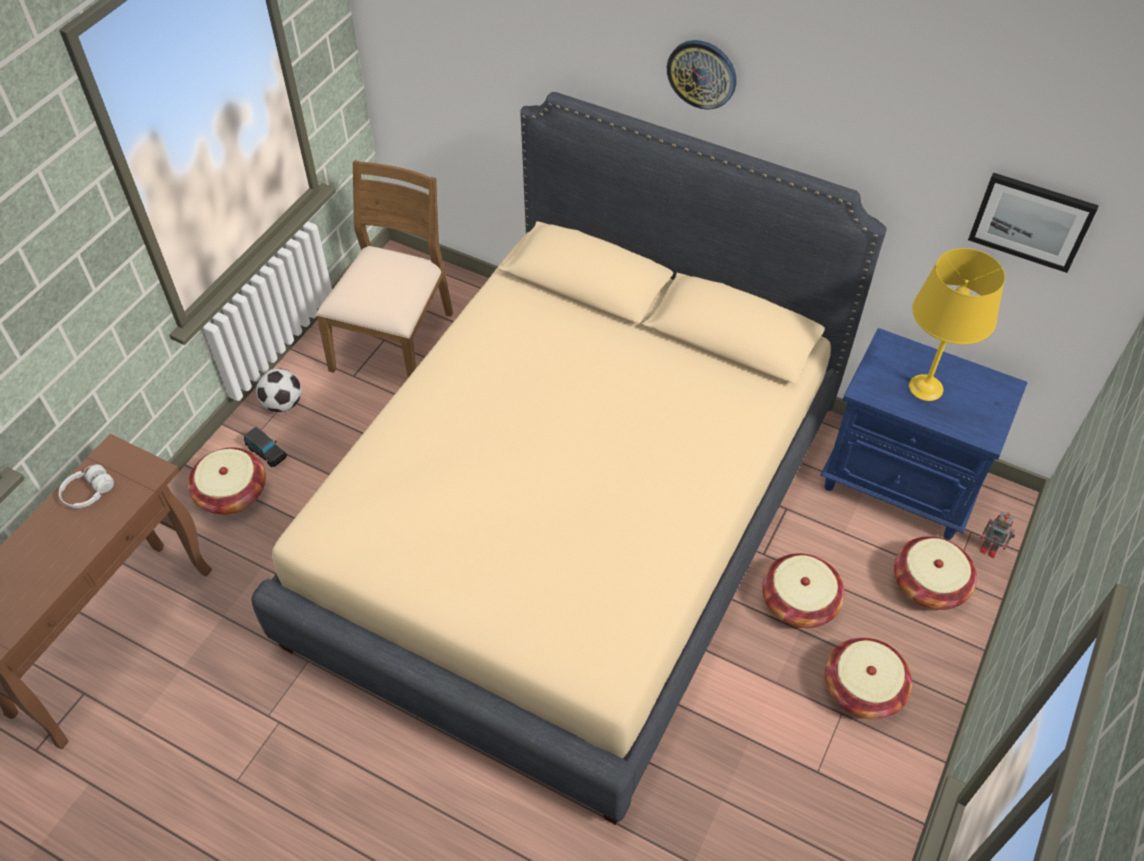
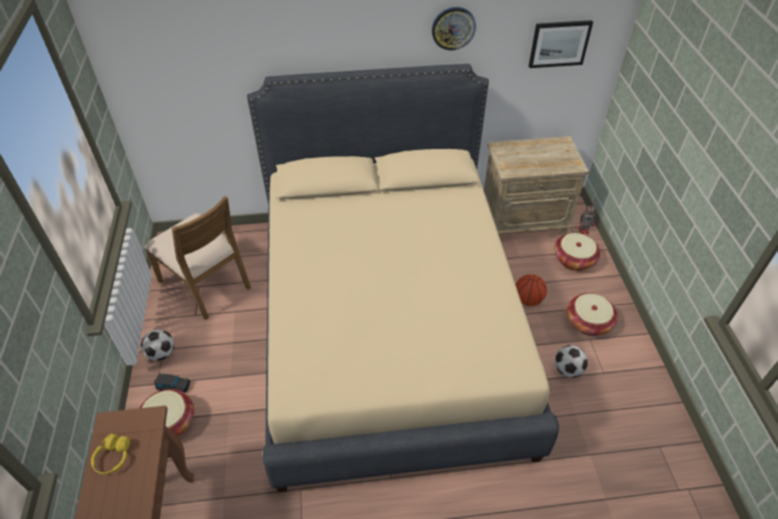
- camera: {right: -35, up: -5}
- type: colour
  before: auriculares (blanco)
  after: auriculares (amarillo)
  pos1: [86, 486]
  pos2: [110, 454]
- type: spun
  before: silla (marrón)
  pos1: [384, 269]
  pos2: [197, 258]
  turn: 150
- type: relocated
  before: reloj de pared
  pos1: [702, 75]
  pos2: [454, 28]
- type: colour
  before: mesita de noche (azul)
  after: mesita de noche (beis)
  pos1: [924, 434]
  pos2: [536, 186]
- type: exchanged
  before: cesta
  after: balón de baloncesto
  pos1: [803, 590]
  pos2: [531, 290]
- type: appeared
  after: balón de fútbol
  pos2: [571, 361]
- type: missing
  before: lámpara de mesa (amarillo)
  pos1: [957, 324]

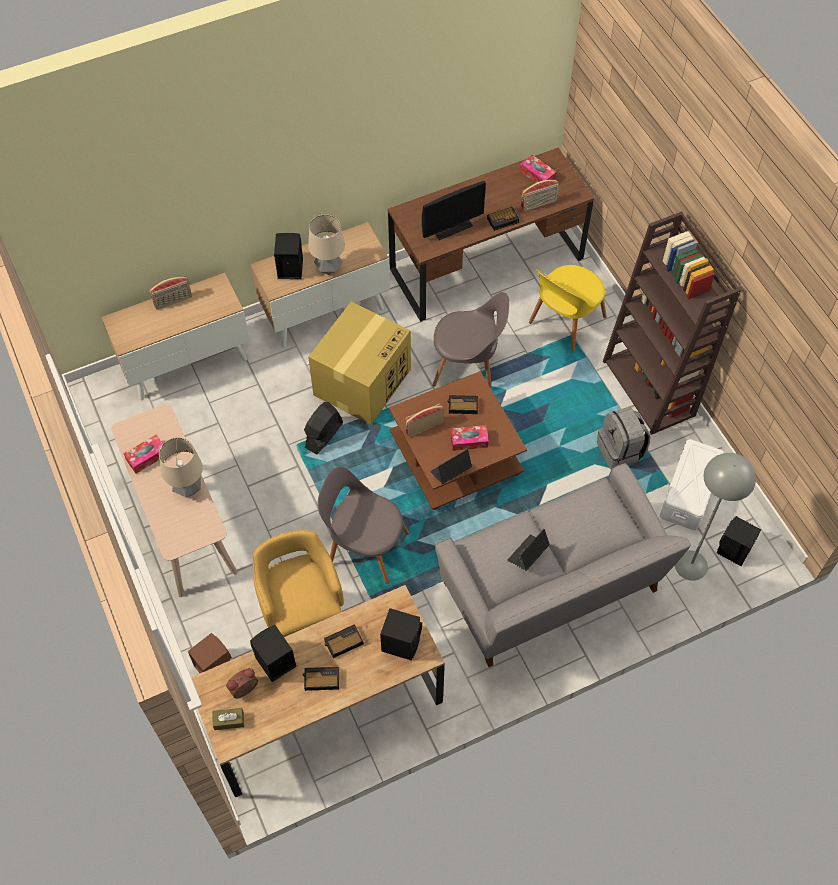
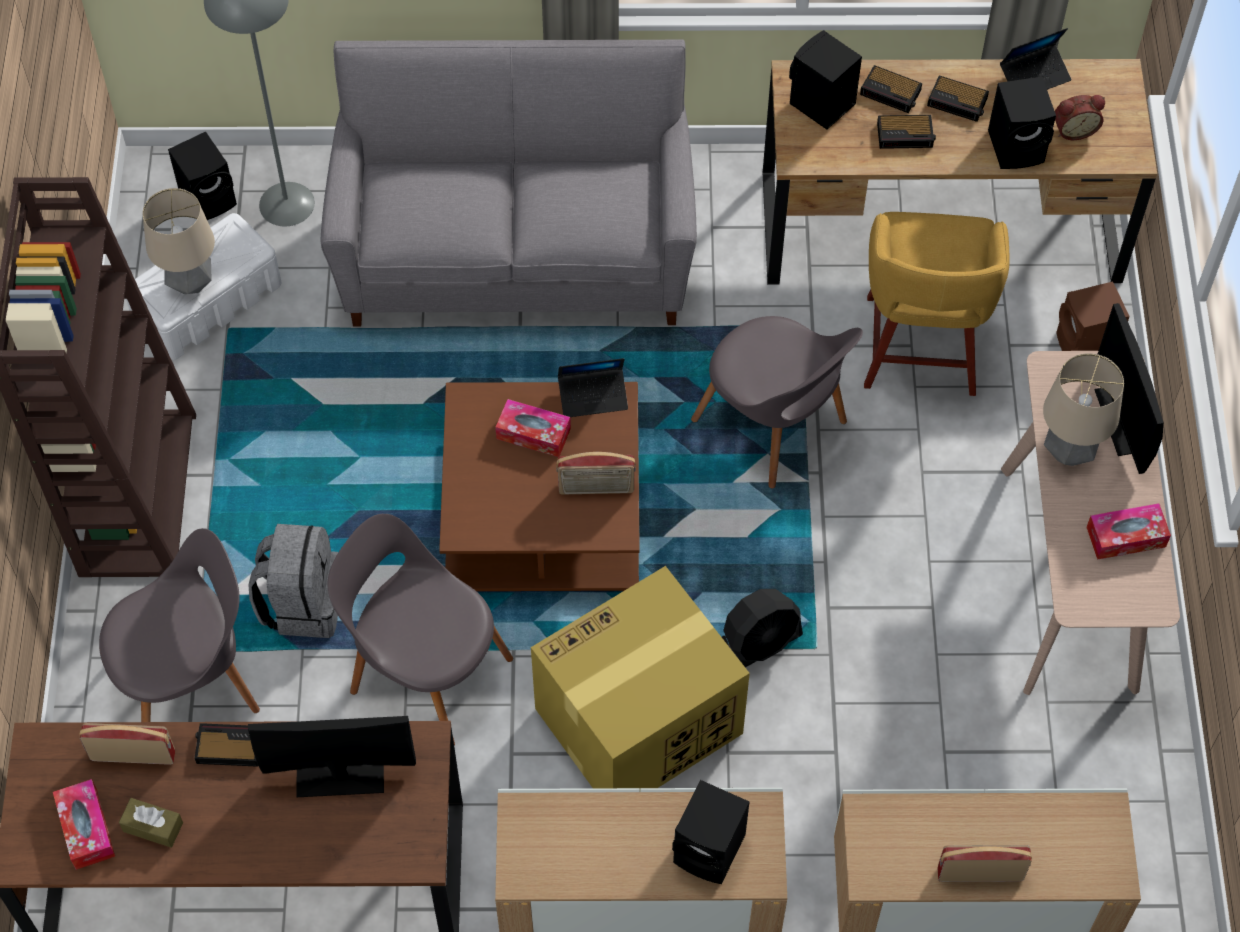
- camera: {right: -155, up: 0}
- type: colour
  before: silla (amarillo)
  after: silla (gris)
  pos1: [568, 308]
  pos2: [179, 625]
- type: relocated
  before: caja de pañuelos (marrón)
  pos1: [228, 719]
  pos2: [151, 823]
- type: relocated
  before: lámpara de mesa
  pos1: [326, 244]
  pos2: [179, 241]
- type: relocated
  before: mochila (gris)
  pos1: [623, 438]
  pos2: [293, 581]
- type: relocated
  before: despertador
  pos1: [462, 404]
  pos2: [891, 89]
- type: relocated
  before: portátil
  pos1: [528, 550]
  pos2: [1036, 59]
- type: appeared
  after: monitor
  pos2: [1129, 388]

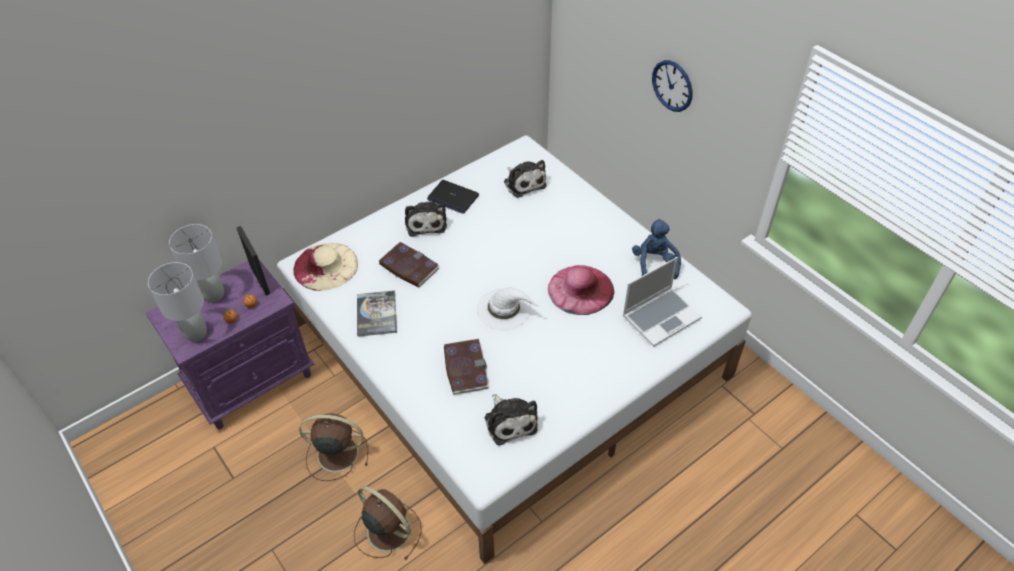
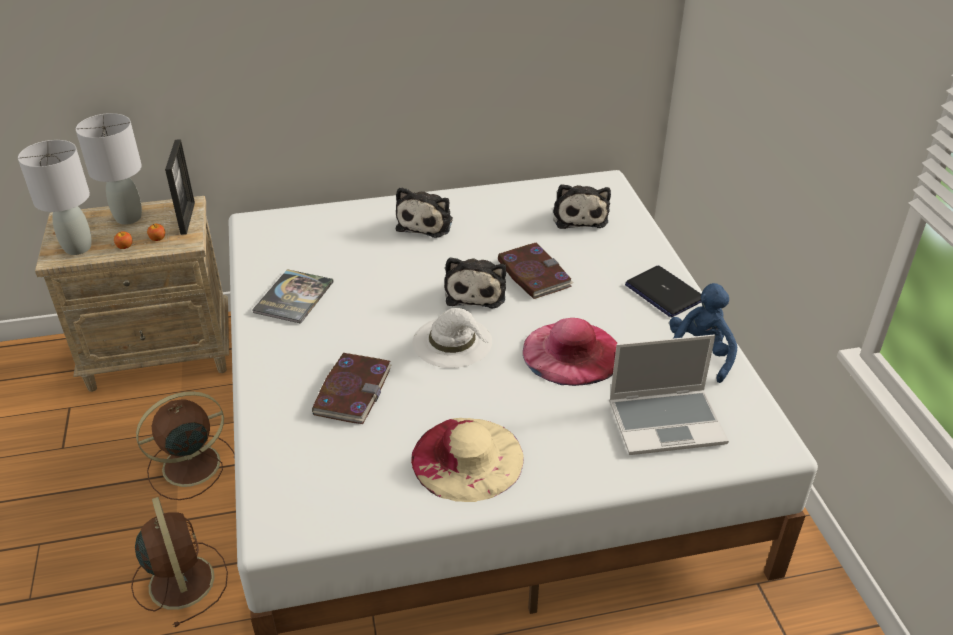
- camera: {right: 25, up: -10}
- type: colour
  before: mesita de noche (morado)
  after: mesita de noche (beis)
  pos1: [230, 344]
  pos2: [132, 294]
- type: spun
  before: ventilador (marrón)
  pos1: [333, 447]
  pos2: [185, 445]
  turn: -60
- type: relocated
  before: sombrero (beis)
  pos1: [325, 267]
  pos2: [467, 460]
- type: relocated
  before: peluche
  pos1: [511, 419]
  pos2: [475, 283]
- type: relocated
  before: libro
  pos1: [409, 264]
  pos2: [535, 271]
- type: relocated
  before: portátil
  pos1: [453, 197]
  pos2: [663, 291]
- type: missing
  before: reloj de pared
  pos1: [672, 86]

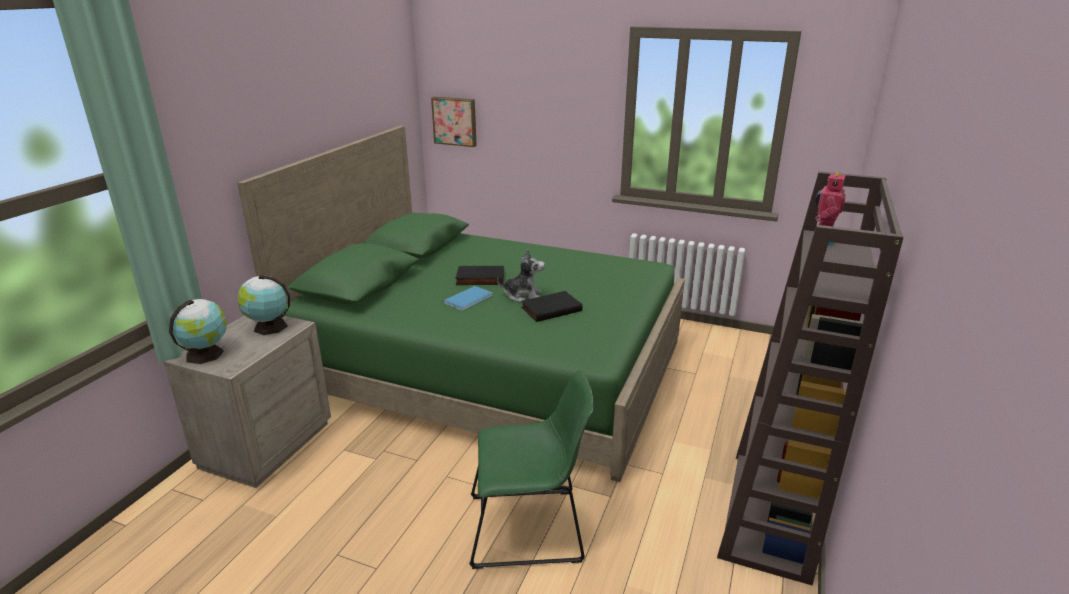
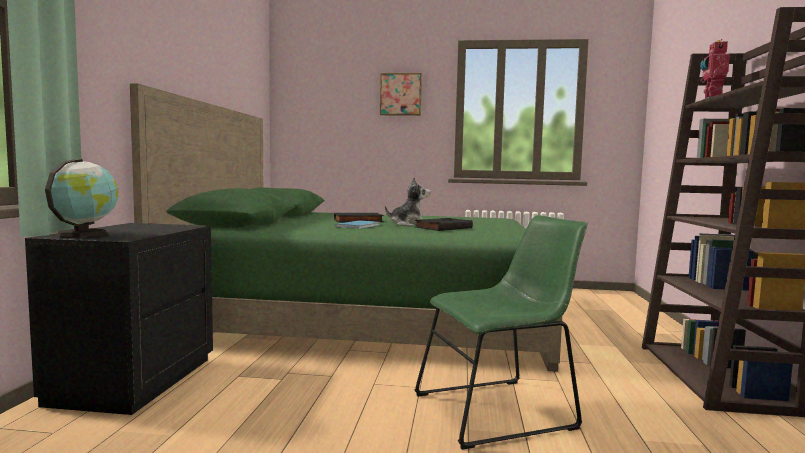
- camera: {right: -15, up: -20}
- type: colour
  before: mesita de noche (beis)
  after: mesita de noche (negro)
  pos1: [247, 401]
  pos2: [119, 319]
- type: relocated
  before: cuadro
  pos1: [454, 122]
  pos2: [401, 94]
- type: missing
  before: globo terráqueo
  pos1: [264, 305]

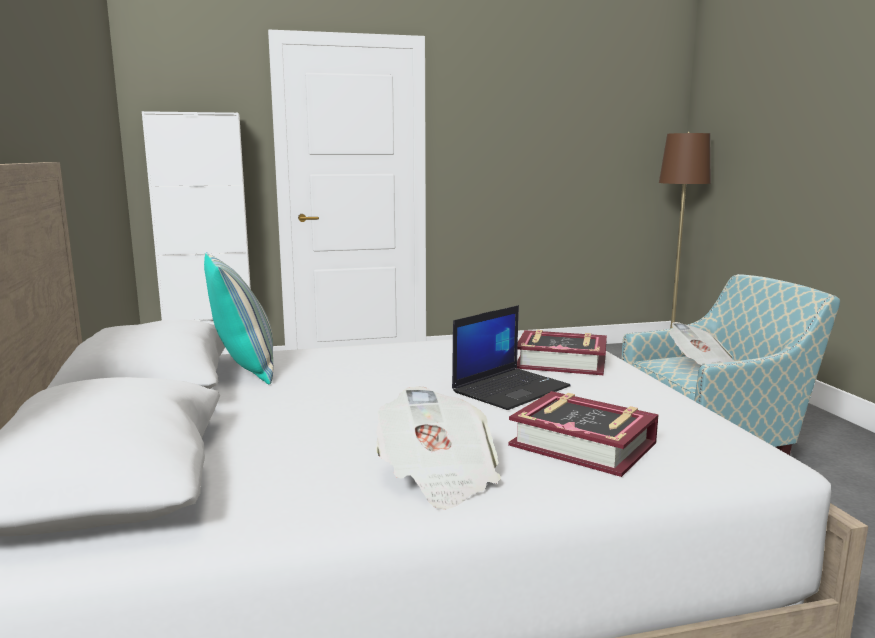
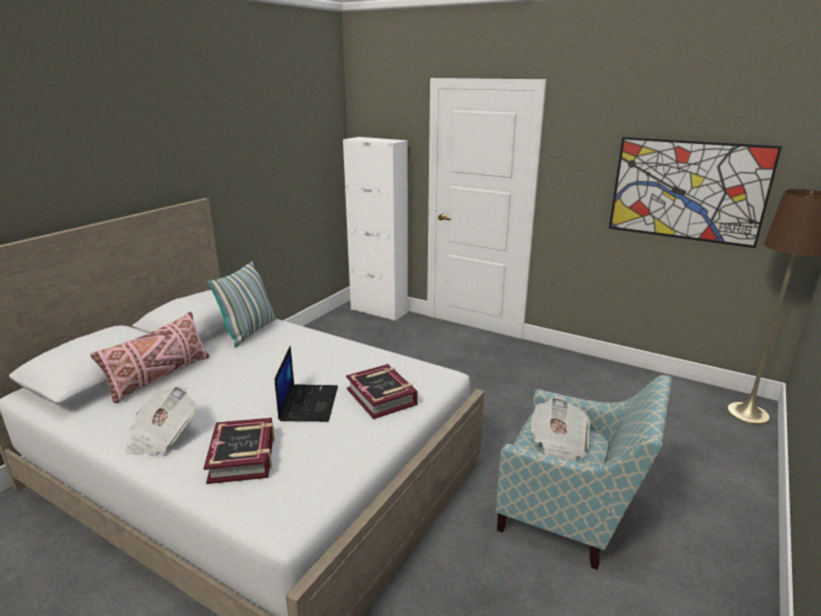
- camera: {right: 45, up: 10}
- type: appeared
  after: cojín (rosa)
  pos2: [149, 357]
- type: spun
  before: portátil
  pos1: [511, 357]
  pos2: [306, 384]
  turn: -90
- type: appeared
  after: cuadro
  pos2: [695, 192]

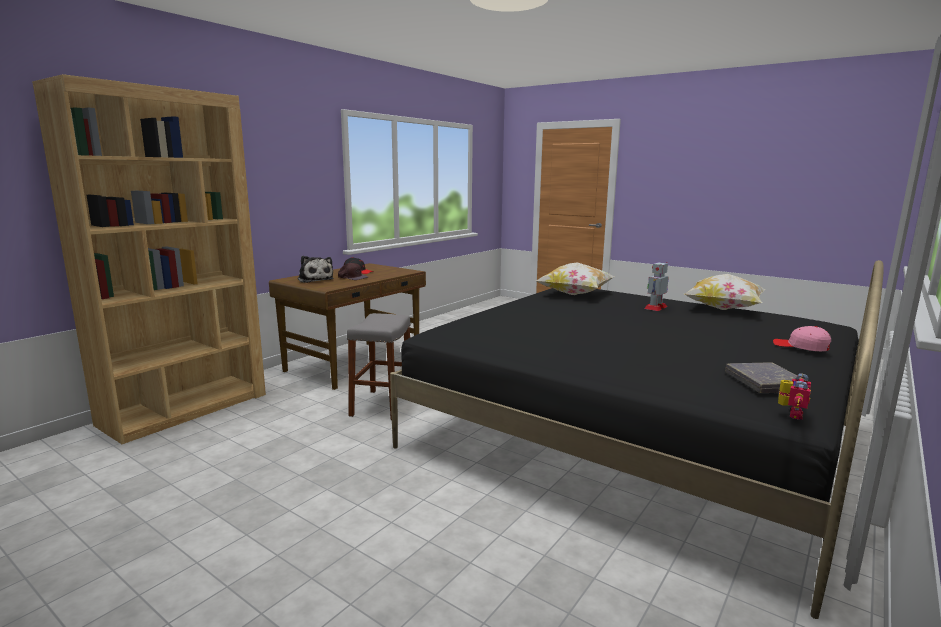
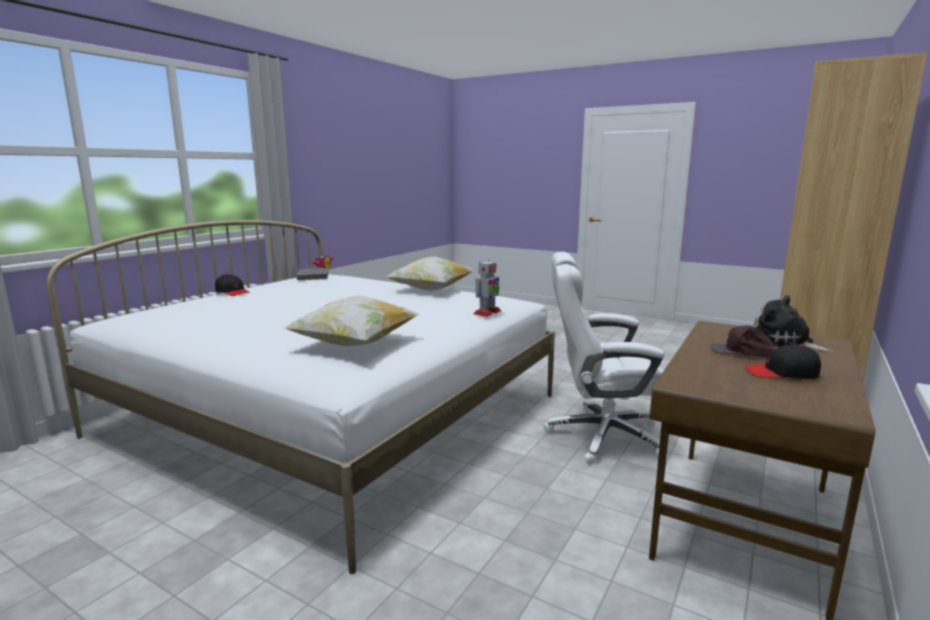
- camera: {right: 175, up: 0}
- type: colour
  before: cama (negro)
  after: cama (blanco)
  pos1: [637, 439]
  pos2: [301, 397]
- type: colour
  before: gorra (rosa)
  after: gorra (negro)
  pos1: [802, 338]
  pos2: [232, 285]
- type: relocated
  before: cojín
  pos1: [725, 292]
  pos2: [430, 273]
- type: relocated
  before: robot de juguete
  pos1: [656, 286]
  pos2: [487, 288]
- type: exchanged
  before: taburete (gris)
  after: silla de oficina (blanco)
  pos1: [379, 366]
  pos2: [604, 358]

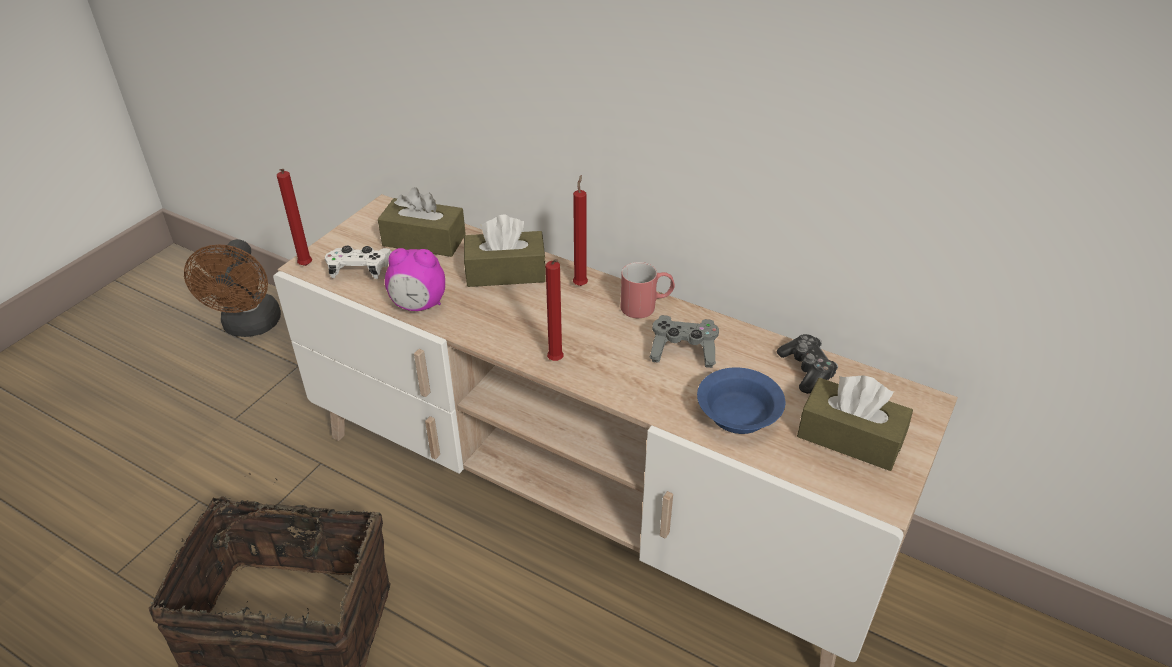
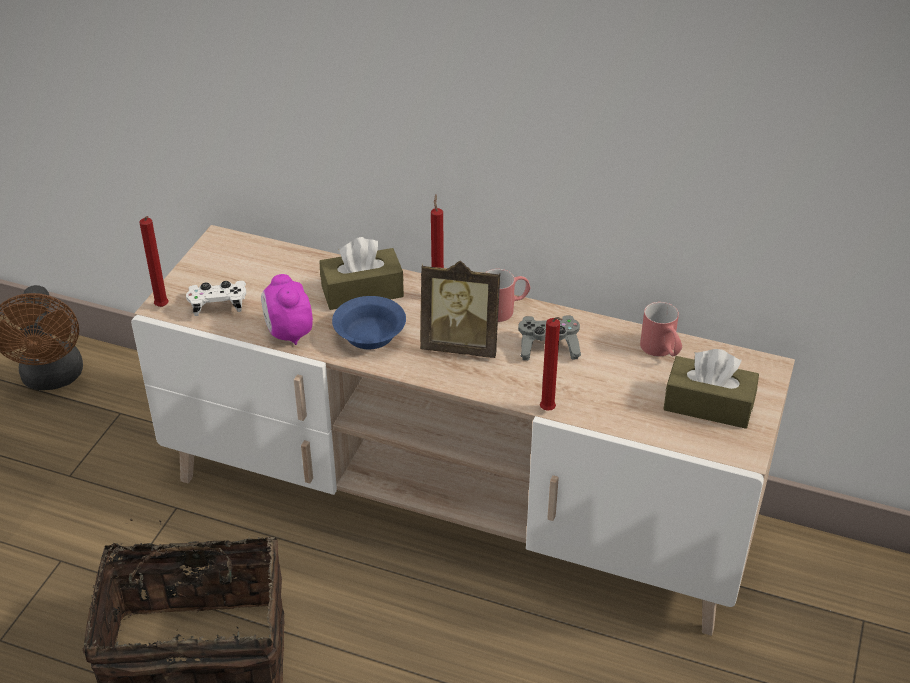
- camera: {right: -10, up: 0}
- type: spun
  before: despertador
  pos1: [415, 279]
  pos2: [287, 309]
  turn: 75
- type: relocated
  before: cuenco (azul)
  pos1: [741, 401]
  pos2: [369, 322]
- type: appeared
  after: portarretratos
  pos2: [460, 309]
- type: relocated
  before: vela (rojo)
  pos1: [555, 310]
  pos2: [551, 364]
- type: exchanged
  before: mando de consola
  after: taza grande (rojo)
  pos1: [807, 364]
  pos2: [661, 329]
- type: missing
  before: caja de pañuelos (marrón)
  pos1: [422, 222]

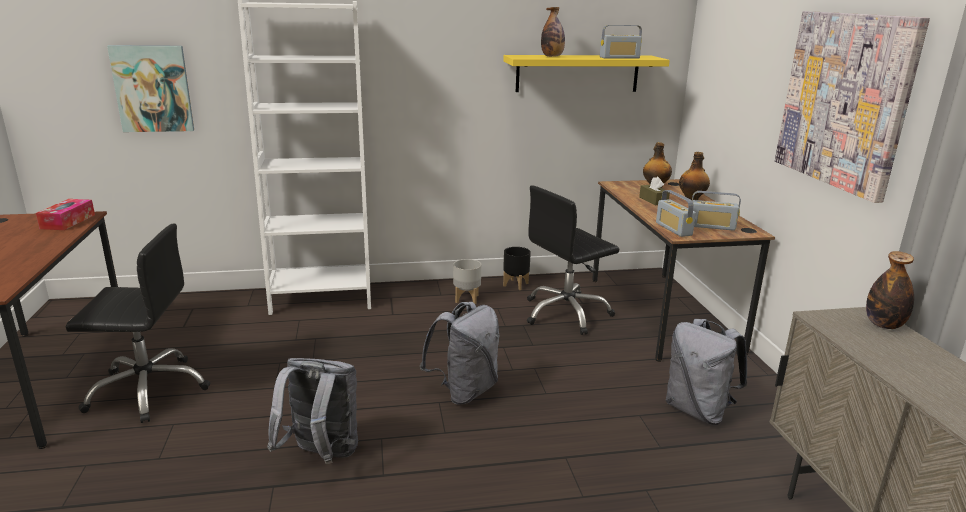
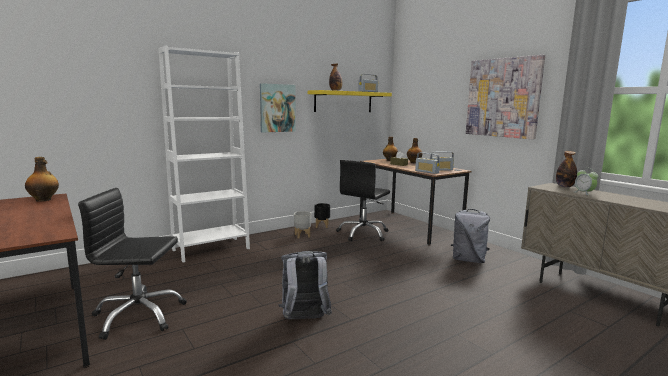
- camera: {right: -25, up: -10}
- type: exchanged
  before: caja de pañuelos
  after: botella
  pos1: [65, 214]
  pos2: [42, 179]
- type: spun
  before: silla de oficina (negro)
  pos1: [138, 323]
  pos2: [132, 264]
  turn: -150
- type: relocated
  before: cuadro
  pos1: [150, 88]
  pos2: [278, 107]
- type: appeared
  after: despertador
  pos2: [587, 182]
- type: missing
  before: mochila (gris)
  pos1: [460, 353]

